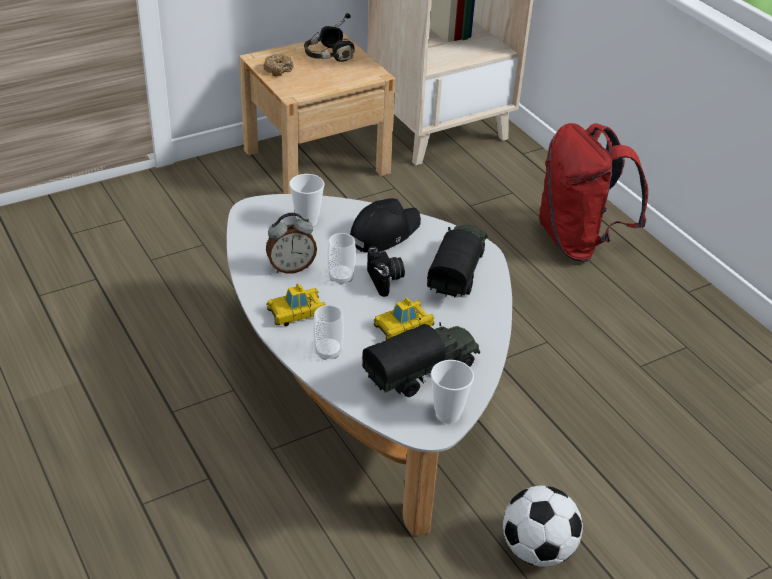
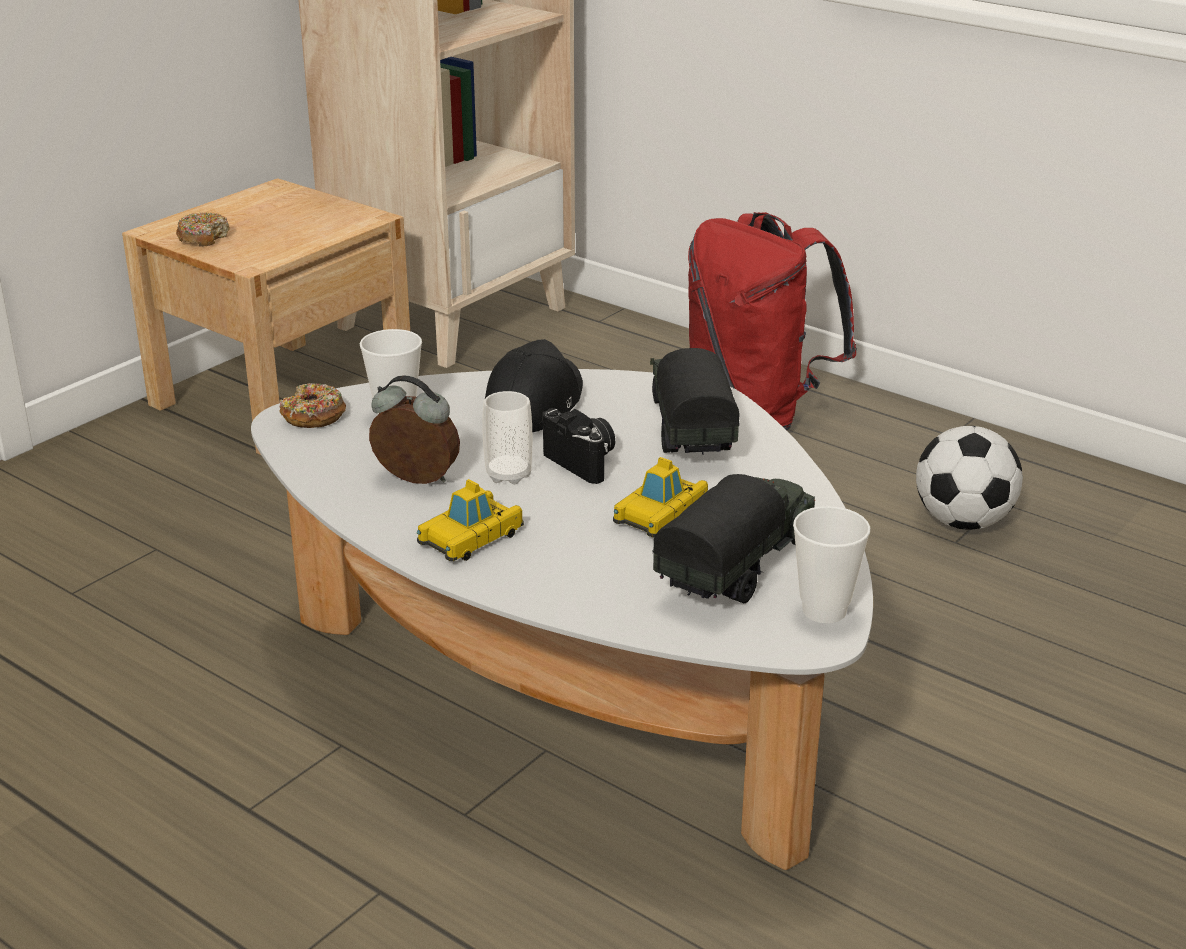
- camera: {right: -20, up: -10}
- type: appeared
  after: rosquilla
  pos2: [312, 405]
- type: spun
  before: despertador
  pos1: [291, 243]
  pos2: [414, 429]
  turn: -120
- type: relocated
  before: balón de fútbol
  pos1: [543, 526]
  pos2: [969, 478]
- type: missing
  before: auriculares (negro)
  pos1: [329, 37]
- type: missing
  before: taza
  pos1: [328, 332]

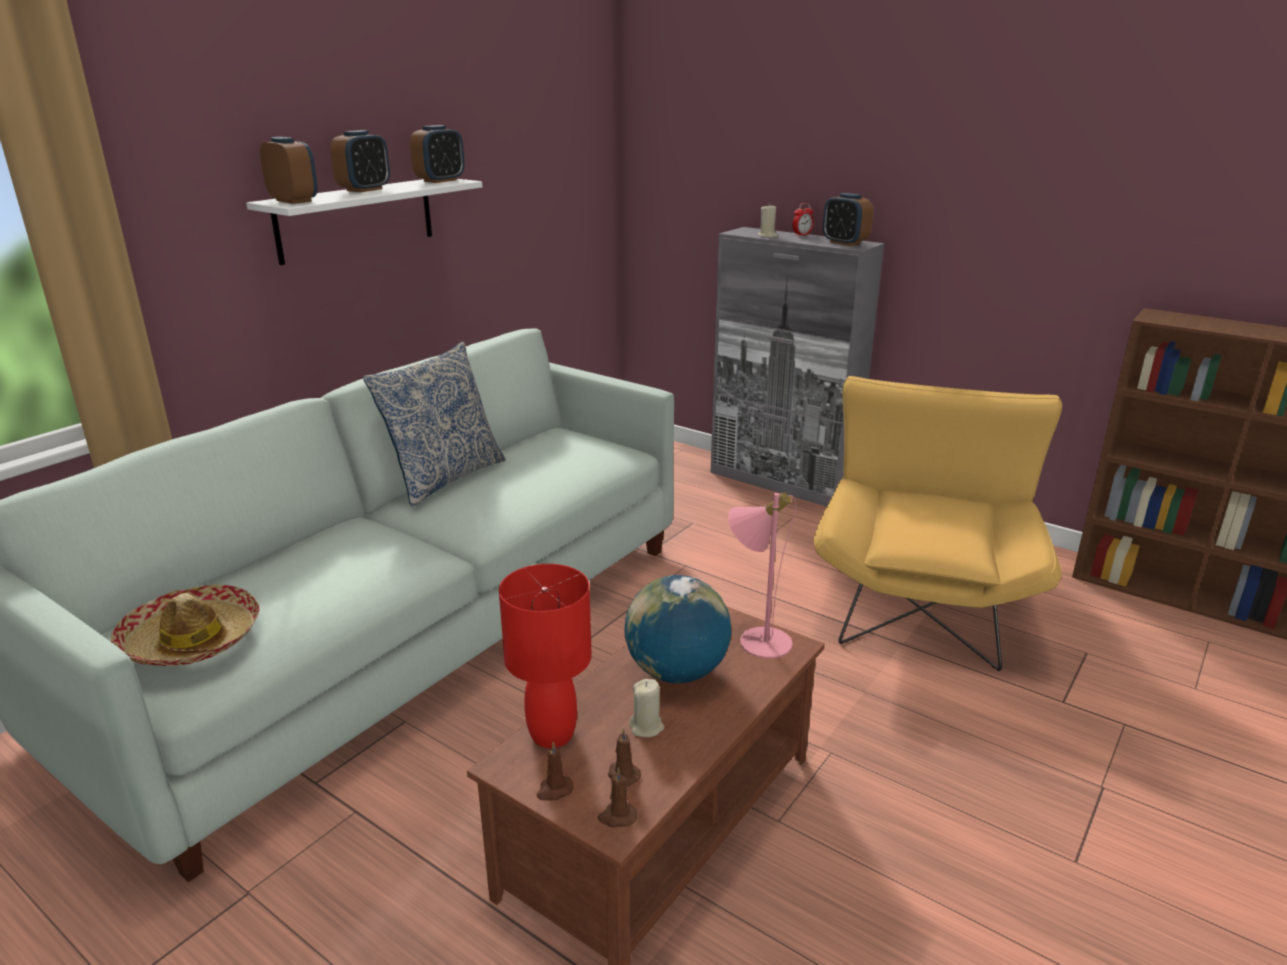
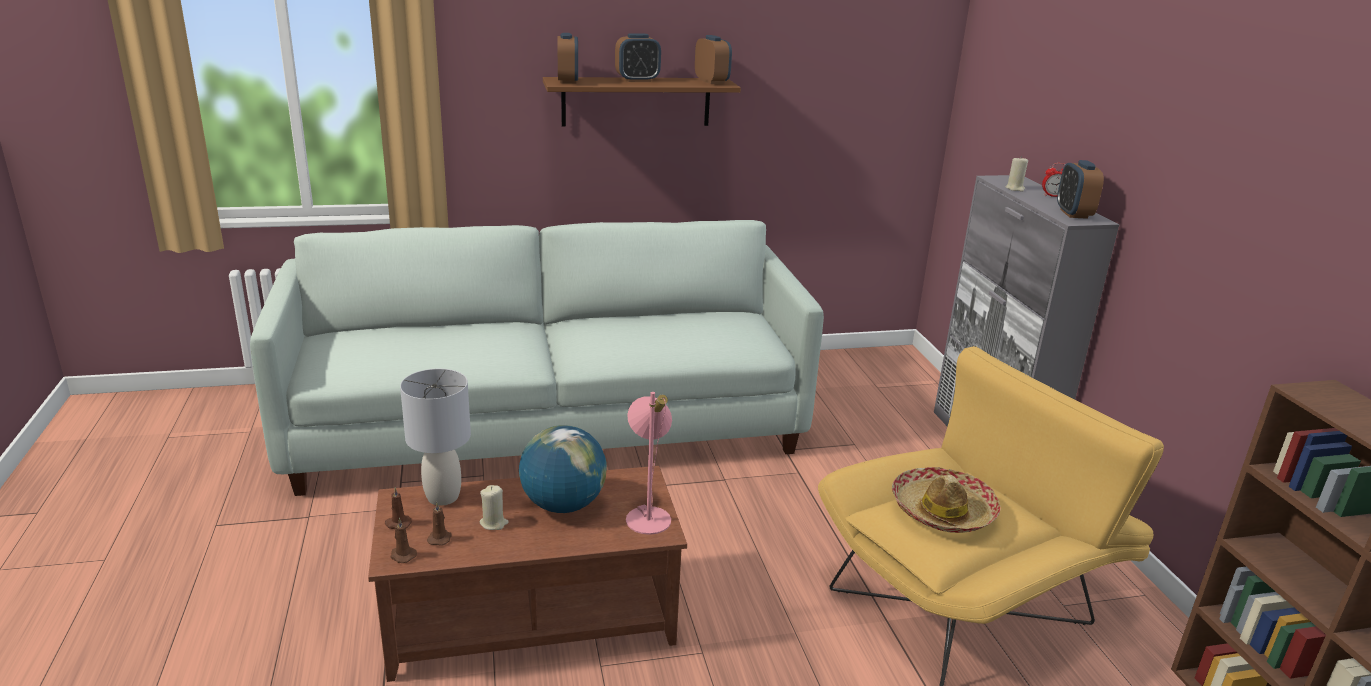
- camera: {right: 40, up: 0}
- type: colour
  before: lámpara de mesa (rojo)
  after: lámpara de mesa (gris)
  pos1: [545, 656]
  pos2: [435, 437]
- type: colour
  before: estante (blanco)
  after: estante (marrón)
  pos1: [364, 222]
  pos2: [642, 101]
- type: spun
  before: despertador
  pos1: [437, 154]
  pos2: [713, 59]
  turn: -105
- type: relocated
  before: sombrero
  pos1: [185, 625]
  pos2: [946, 500]
- type: missing
  before: cojín
  pos1: [434, 424]

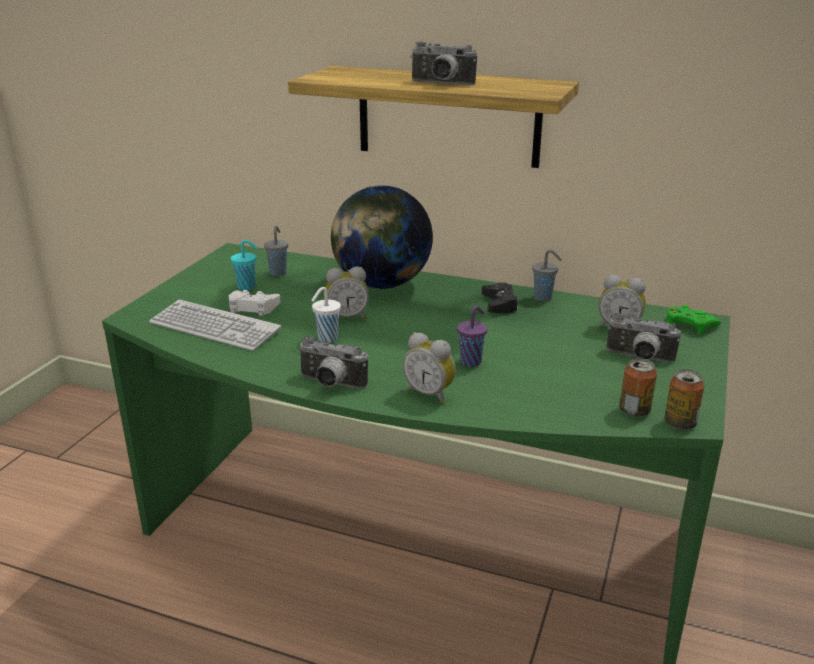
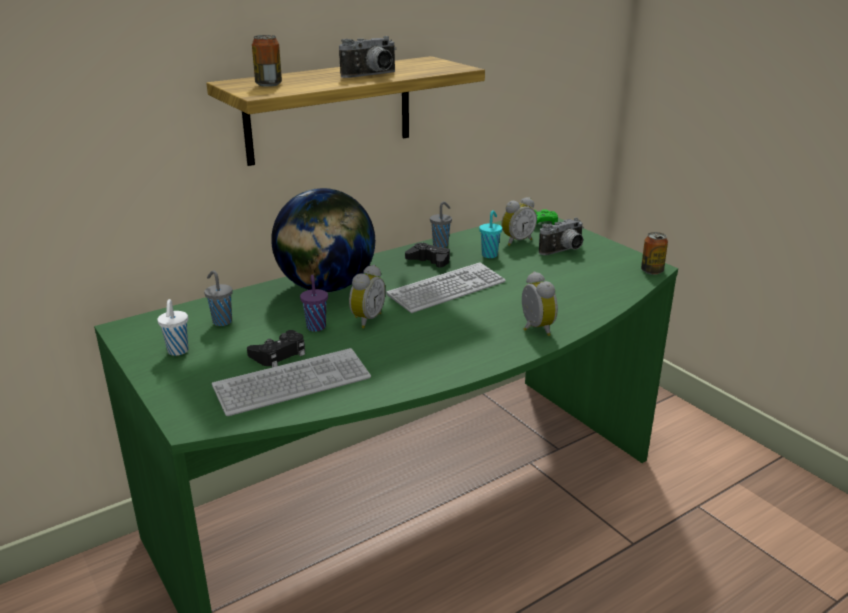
- camera: {right: -55, up: 0}
- type: relocated
  before: taza (blanco)
  pos1: [326, 315]
  pos2: [172, 327]
- type: colour
  before: mando de consola (blanco)
  after: mando de consola (negro)
  pos1: [254, 303]
  pos2: [276, 348]
- type: relocated
  before: lata
  pos1: [638, 387]
  pos2: [267, 61]
- type: relocated
  before: taza (morado)
  pos1: [472, 336]
  pos2: [314, 303]
- type: appeared
  after: teclado
  pos2: [446, 287]
- type: relocated
  before: taza (turquesa)
  pos1: [244, 265]
  pos2: [490, 234]
- type: spun
  before: despertador
  pos1: [429, 368]
  pos2: [540, 303]
  turn: -90
- type: missing
  before: cámara
  pos1: [333, 362]

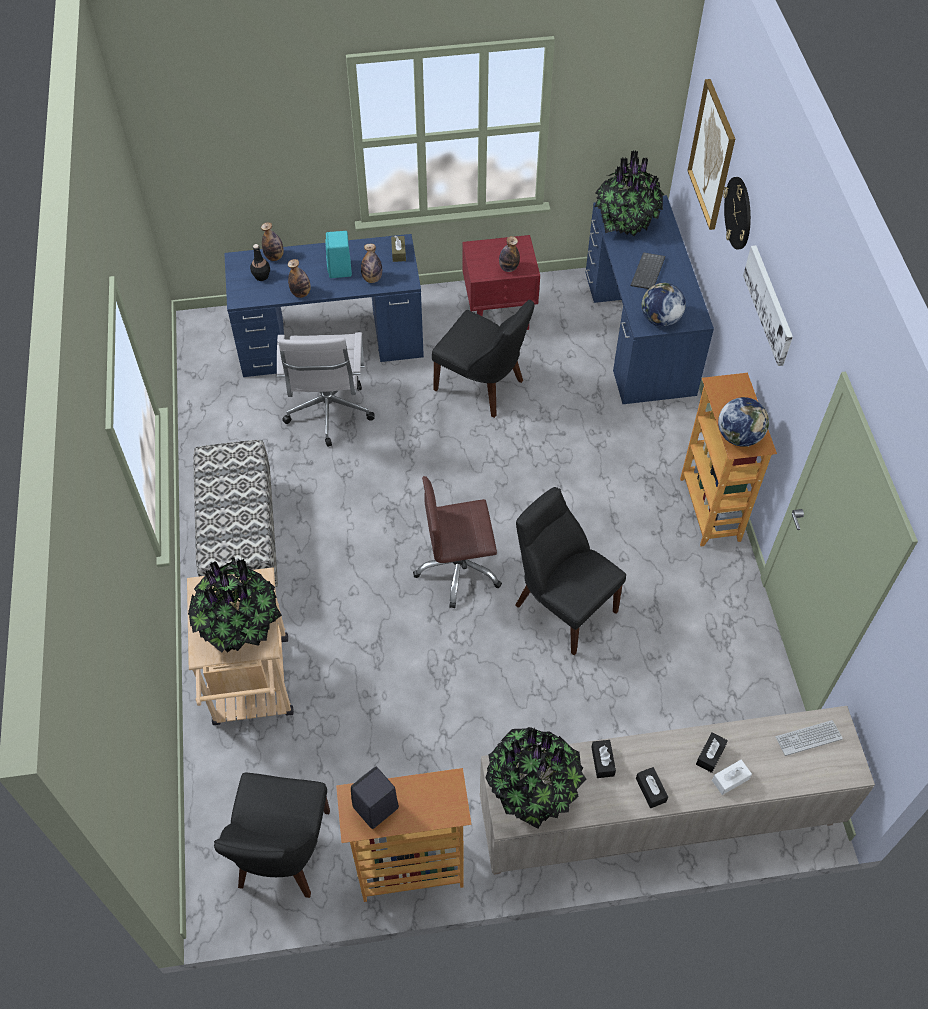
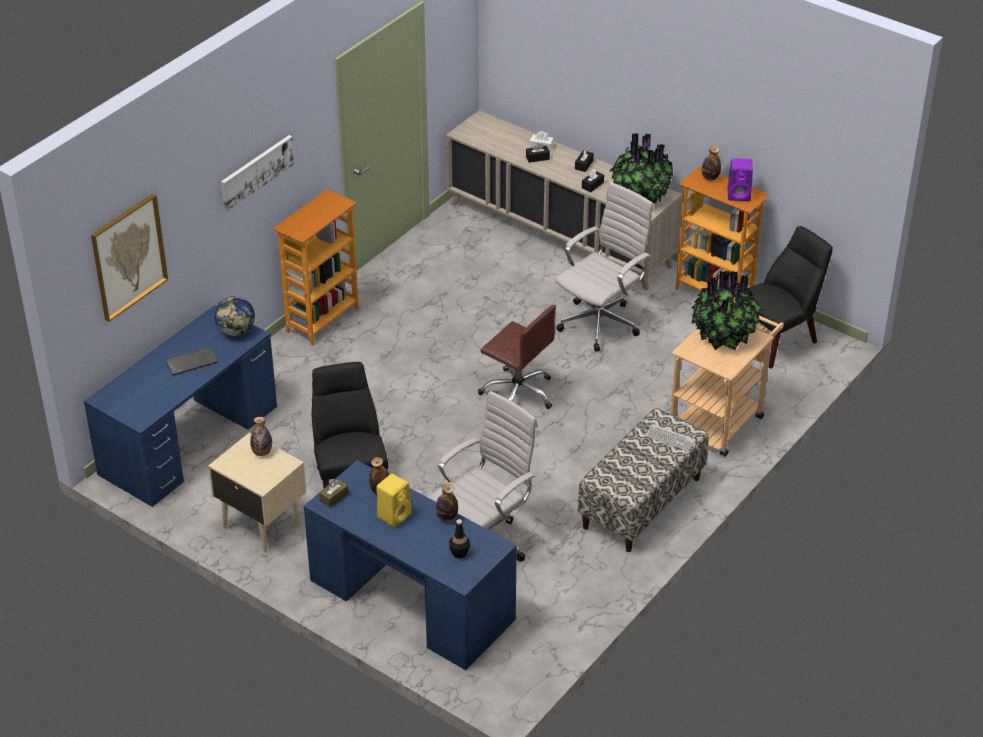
- camera: {right: -135, up: -15}
- type: colour
  before: mesita de noche (rojo)
  after: mesita de noche (beis)
  pos1: [501, 282]
  pos2: [257, 493]
- type: colour
  before: altavoz (turquesa)
  after: altavoz (amarillo)
  pos1: [338, 254]
  pos2: [394, 500]
- type: appeared
  after: silla de oficina (blanco)
  pos2: [604, 267]
- type: relocated
  before: teclado
  pos1: [809, 738]
  pos2: [670, 437]
- type: relocated
  before: botella
  pos1: [272, 241]
  pos2: [711, 163]
- type: colour
  before: altavoz (negro)
  after: altavoz (morado)
  pos1: [375, 798]
  pos2: [740, 179]
- type: missing
  before: silla (negro)
  pos1: [571, 571]
- type: missing
  before: planta en maceta
  pos1: [629, 193]
- type: missing
  before: globo terráqueo
  pos1: [743, 422]
- type: missing
  before: reloj de pared
  pos1: [737, 213]

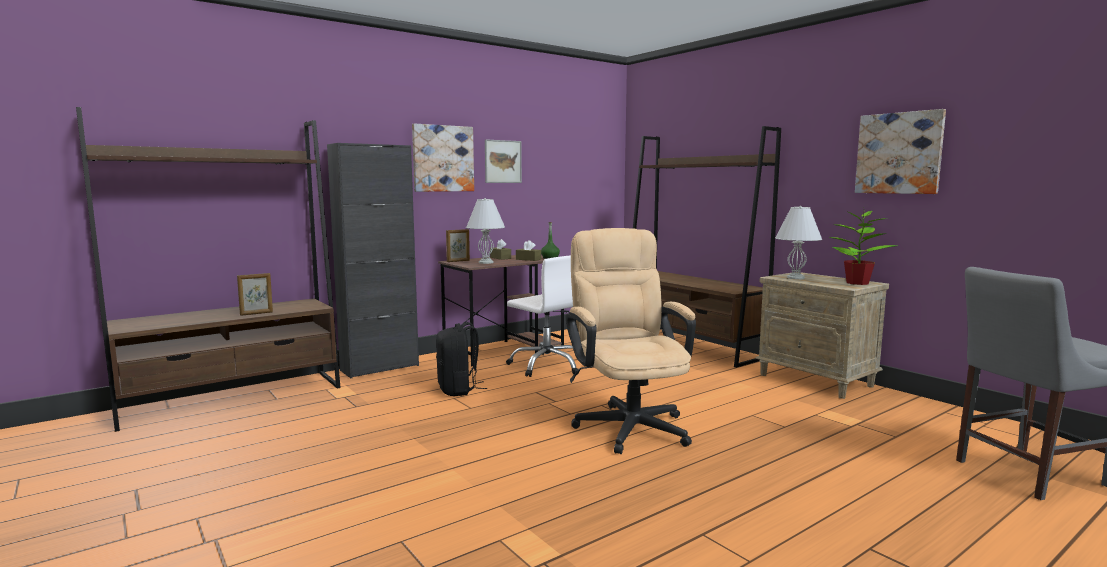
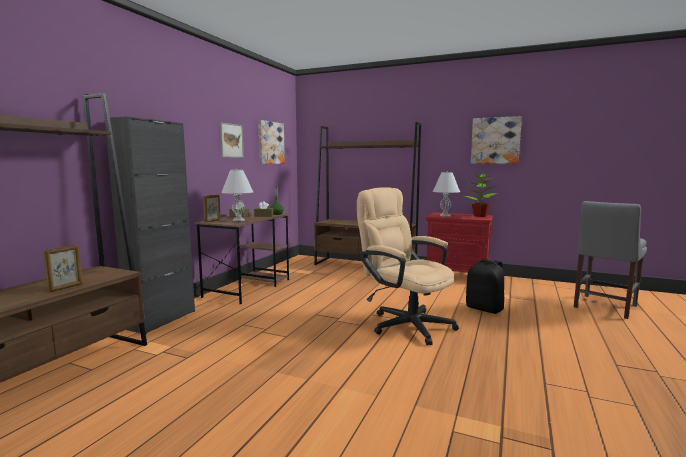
- camera: {right: -30, up: 0}
- type: relocated
  before: cuadro
  pos1: [443, 158]
  pos2: [271, 142]
- type: colour
  before: mesita de noche (beis)
  after: mesita de noche (rojo)
  pos1: [822, 335]
  pos2: [459, 242]
- type: relocated
  before: mochila (negro)
  pos1: [461, 359]
  pos2: [485, 286]
- type: missing
  before: silla de oficina (blanco)
  pos1: [542, 316]

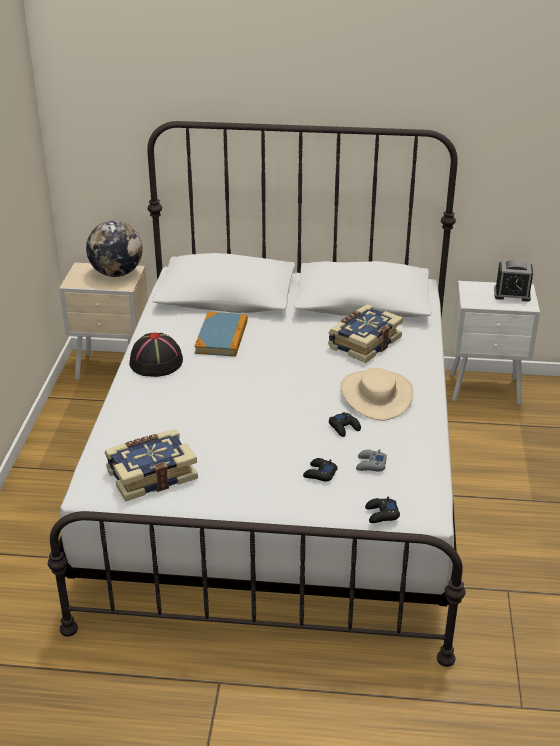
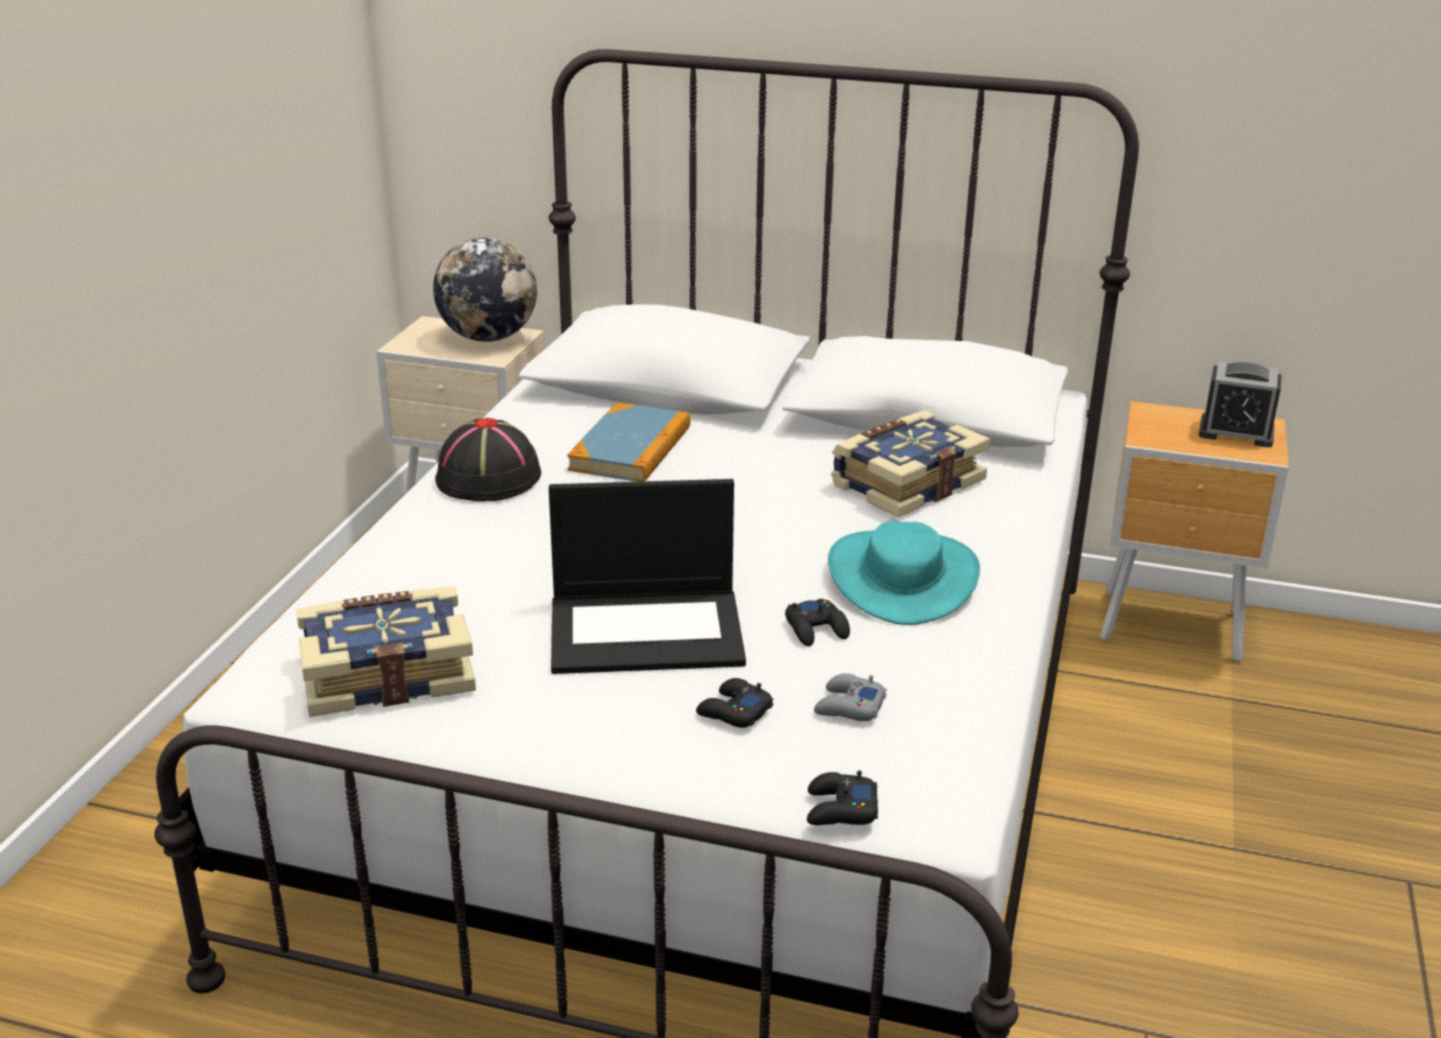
- camera: {right: 10, up: -5}
- type: appeared
  after: portátil
  pos2: [647, 576]
- type: colour
  before: sombrero (beis)
  after: sombrero (turquesa)
  pos1: [377, 394]
  pos2: [904, 573]
- type: colour
  before: mesita de noche (blanco)
  after: mesita de noche (marrón)
  pos1: [495, 343]
  pos2: [1194, 531]

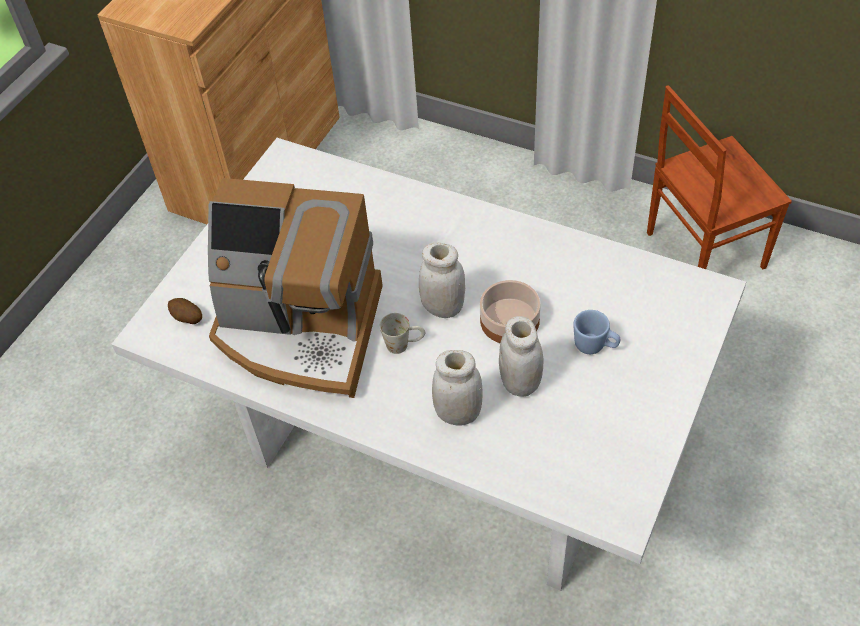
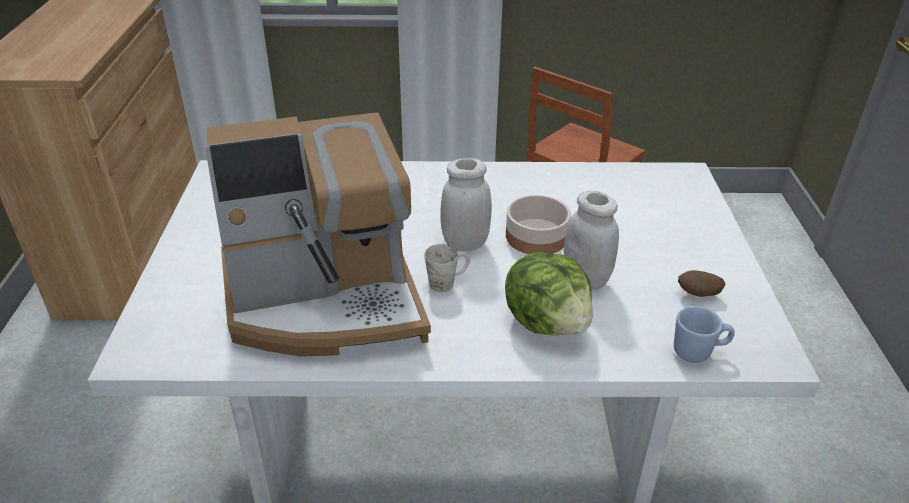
- camera: {right: -30, up: -15}
- type: exchanged
  before: tarro (blanco)
  after: lechuga
  pos1: [457, 388]
  pos2: [549, 293]
- type: relocated
  before: taza grande (azul)
  pos1: [597, 332]
  pos2: [704, 334]
- type: relocated
  before: patata
  pos1: [185, 311]
  pos2: [701, 283]

